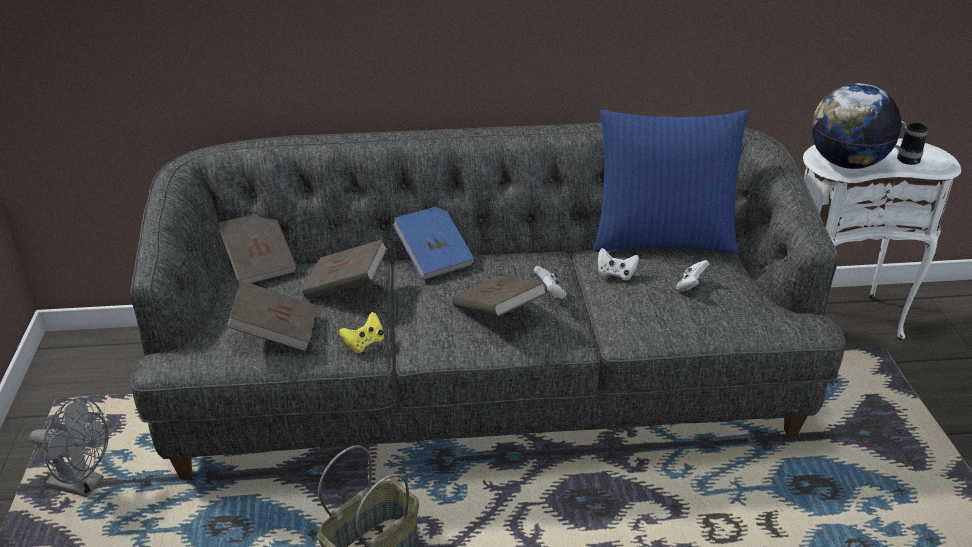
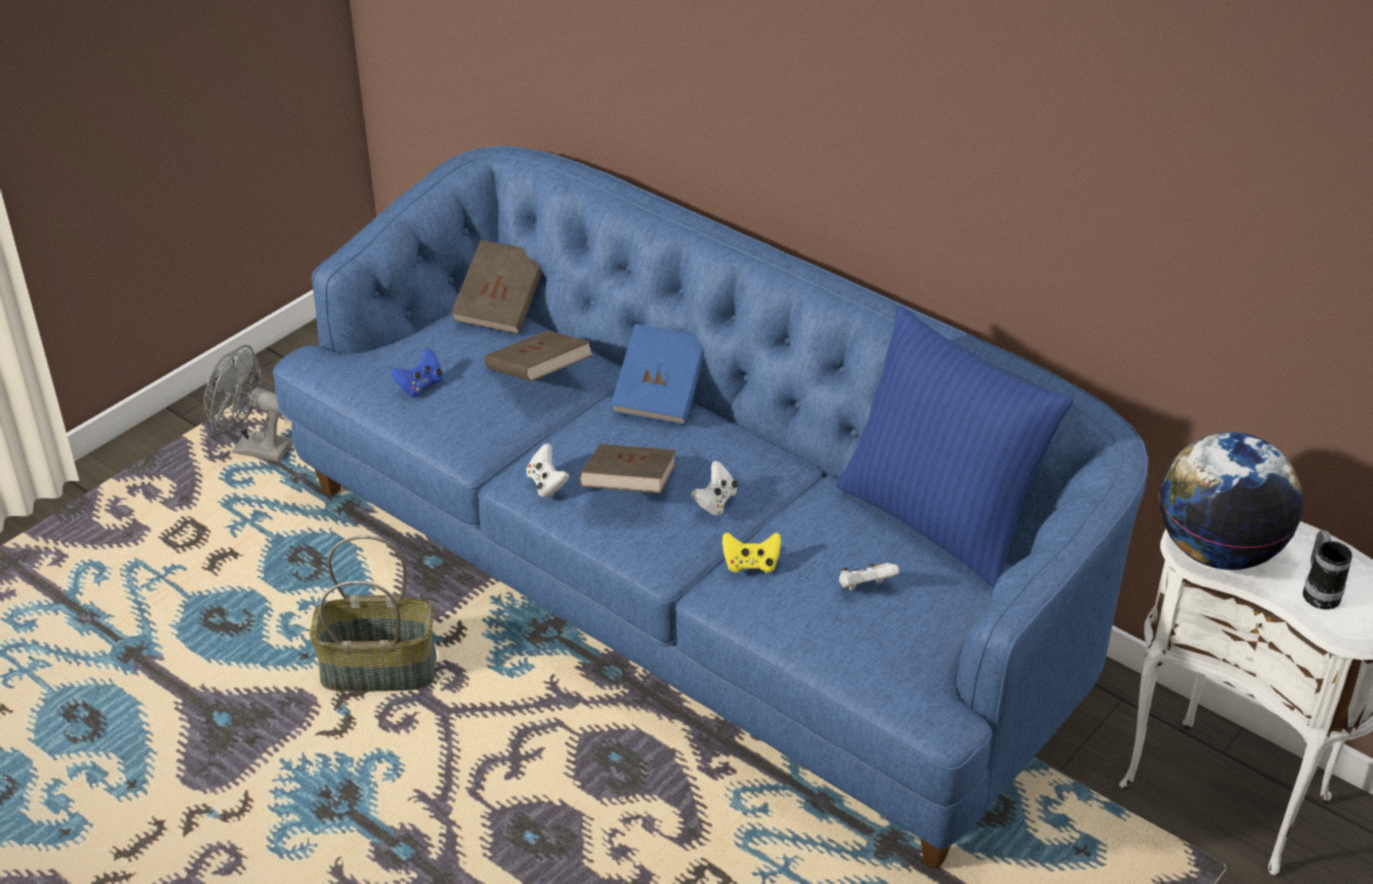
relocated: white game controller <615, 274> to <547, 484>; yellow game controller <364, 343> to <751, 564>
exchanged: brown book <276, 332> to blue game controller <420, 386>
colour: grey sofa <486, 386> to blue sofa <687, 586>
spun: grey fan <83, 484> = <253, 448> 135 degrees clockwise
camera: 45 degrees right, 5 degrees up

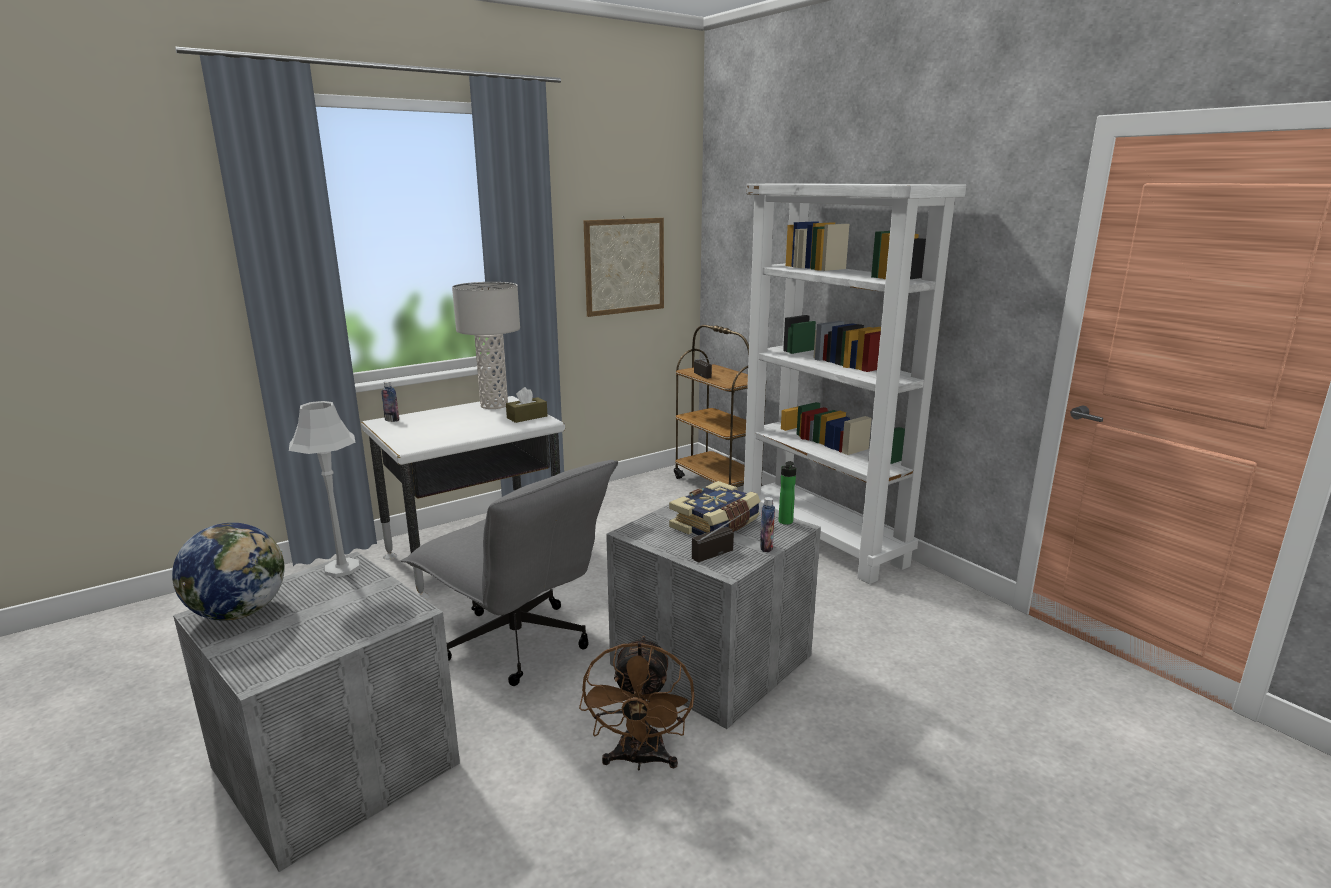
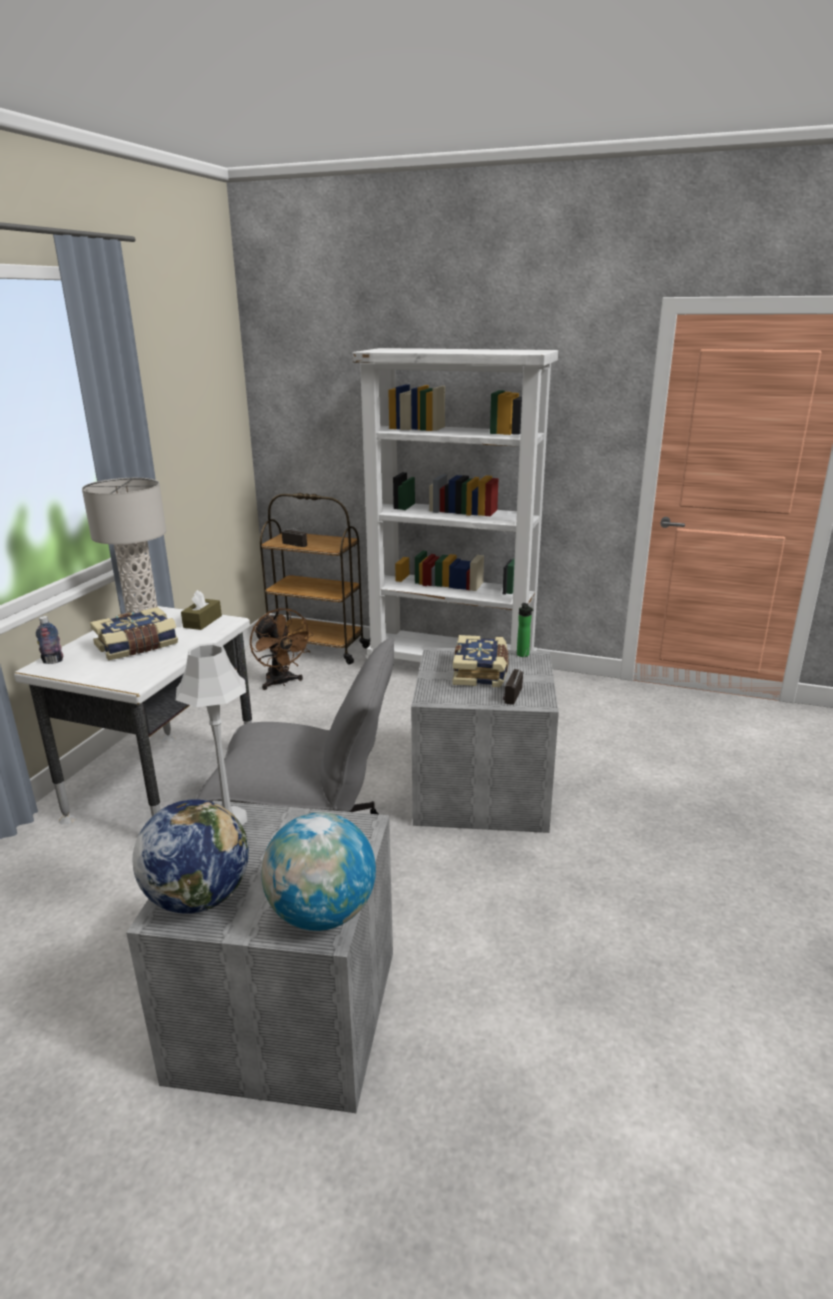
missing: picture <624, 265>; bottle <766, 547>
appeared: book <137, 646>; globe <322, 914>
relocated: brown fan <640, 760> to <281, 683>
camera: 35 degrees left, 5 degrees up

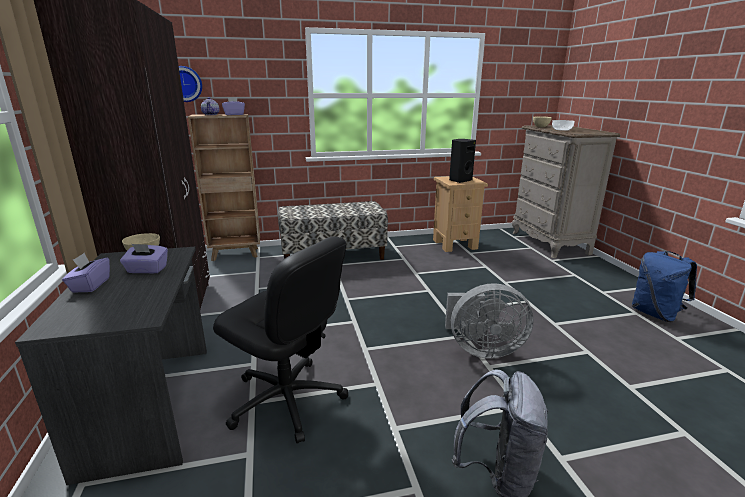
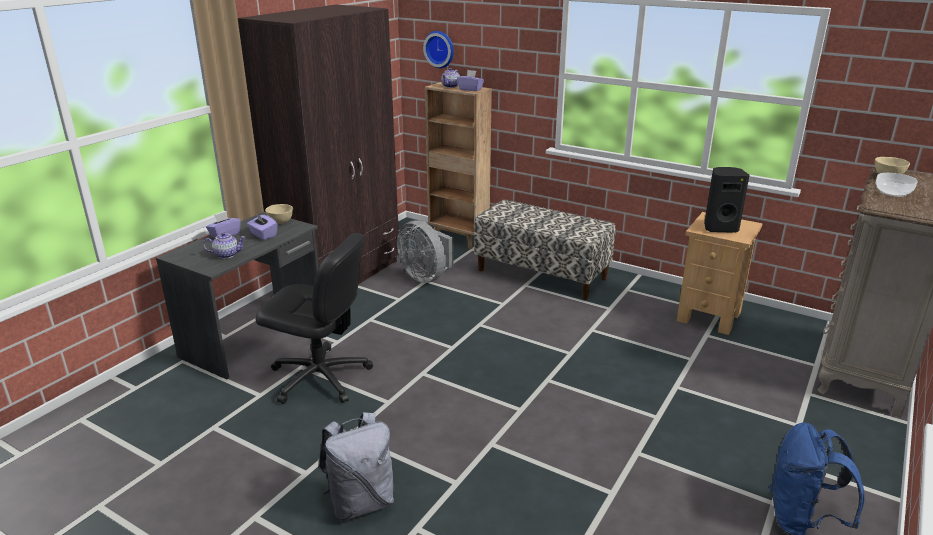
appeared: teapot <226, 255>
relocated: grey fan <482, 349> to <426, 276>
spun: black office chair <287, 400> = <320, 377> 60 degrees counterclockwise
camera: 45 degrees right, 5 degrees up

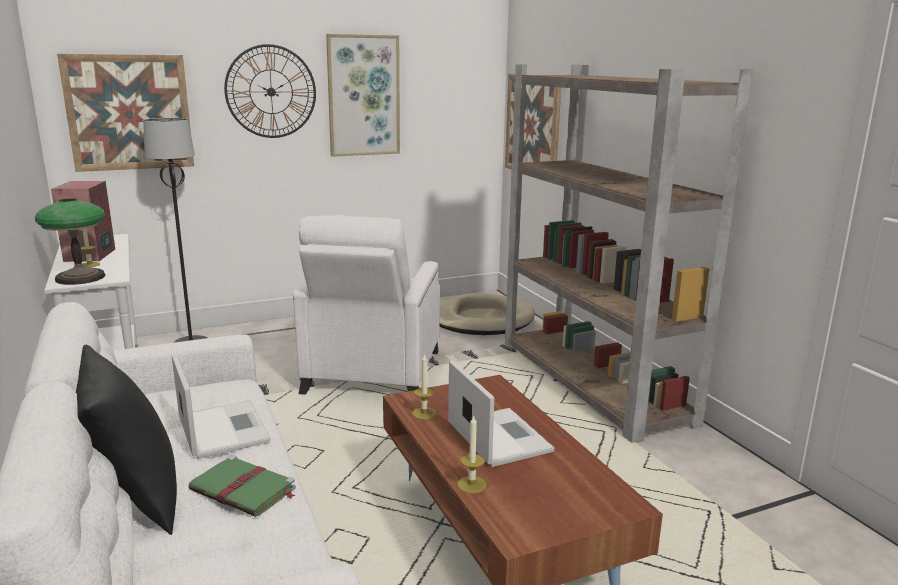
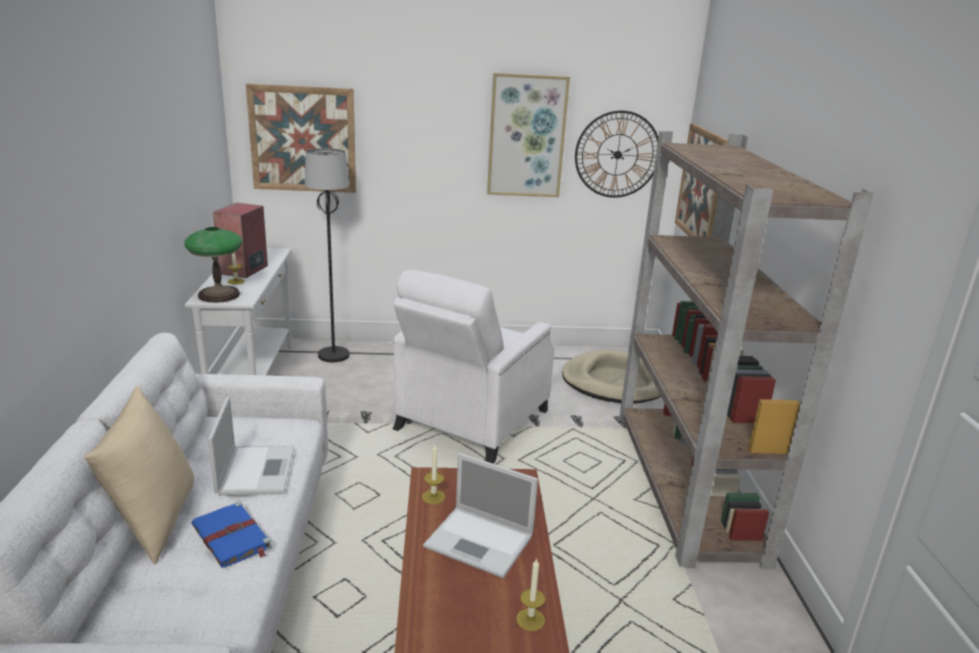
relocated: candle <471, 484> to <530, 619>; wall clock <271, 91> to <617, 154>
colour: black pillow <136, 497> to beige pillow <154, 521>; green book <244, 490> to blue book <232, 538>
spun: laptop <497, 437> = <481, 542> 120 degrees clockwise
camera: 20 degrees right, 5 degrees up

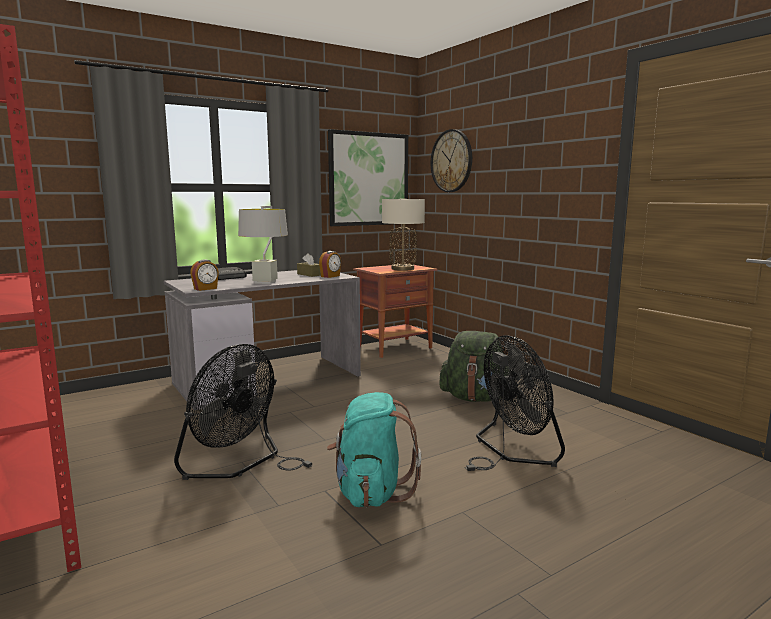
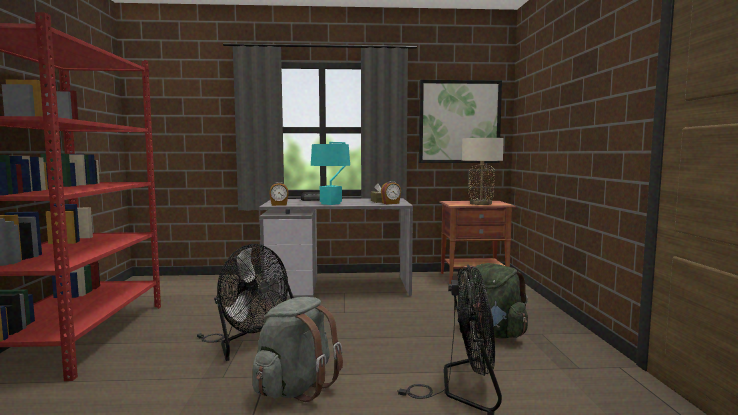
missing: wall clock <451, 161>
colour: turquoise backpack <371, 492> to grey backpack <296, 388>; grey table lamp <265, 282> to turquoise table lamp <331, 204>
spun: black fan <248, 460> = <247, 340> 150 degrees clockwise
camera: 30 degrees right, 5 degrees down

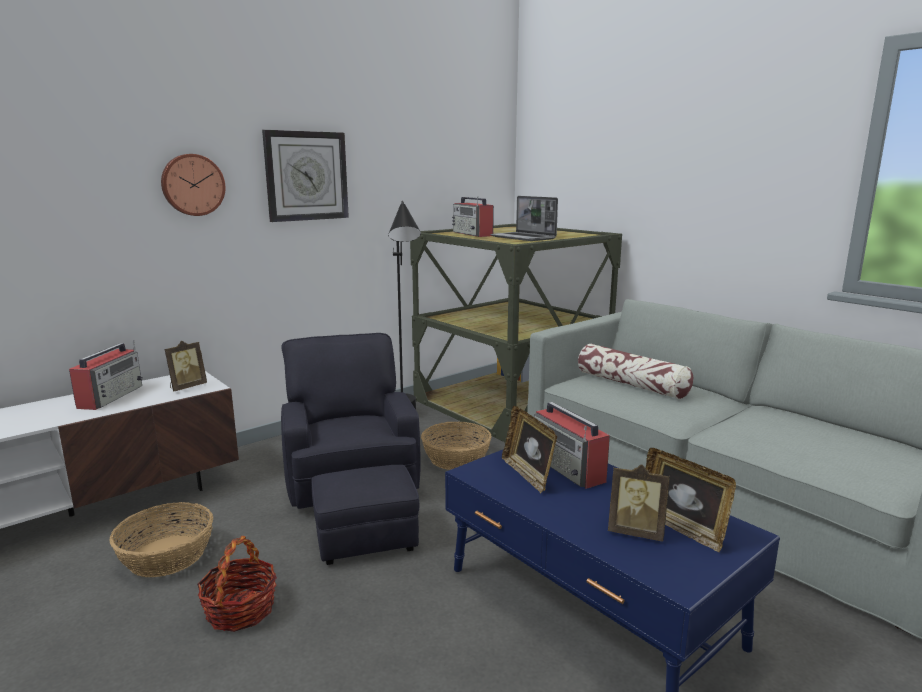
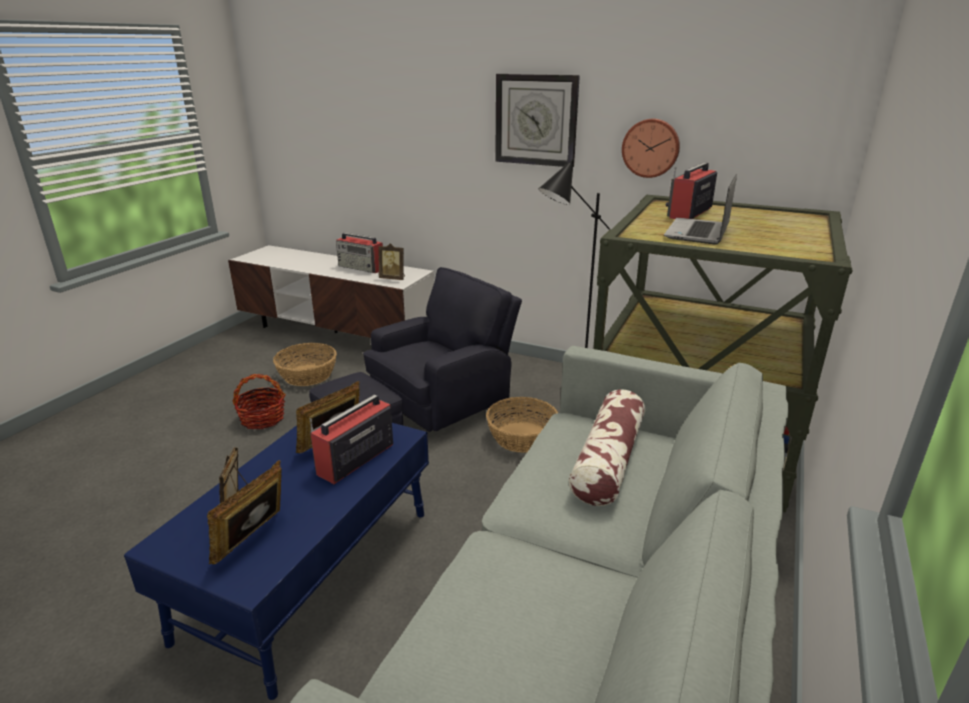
relocated: wall clock <192, 185> to <651, 148>
spun: radio <111, 396> = <361, 268> 45 degrees clockwise
camera: 65 degrees right, 10 degrees up

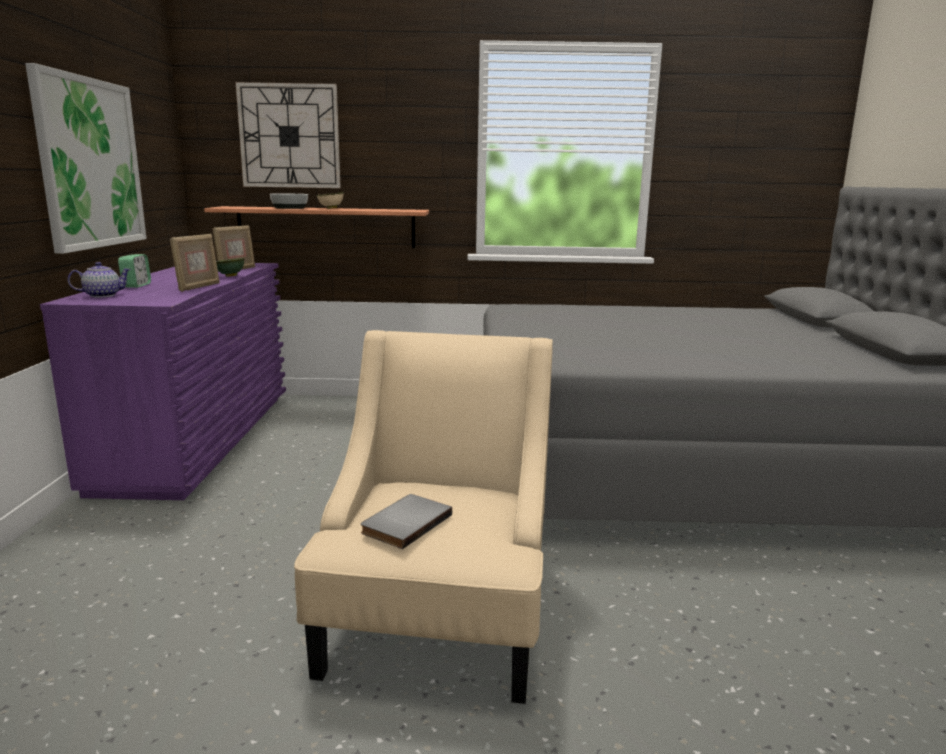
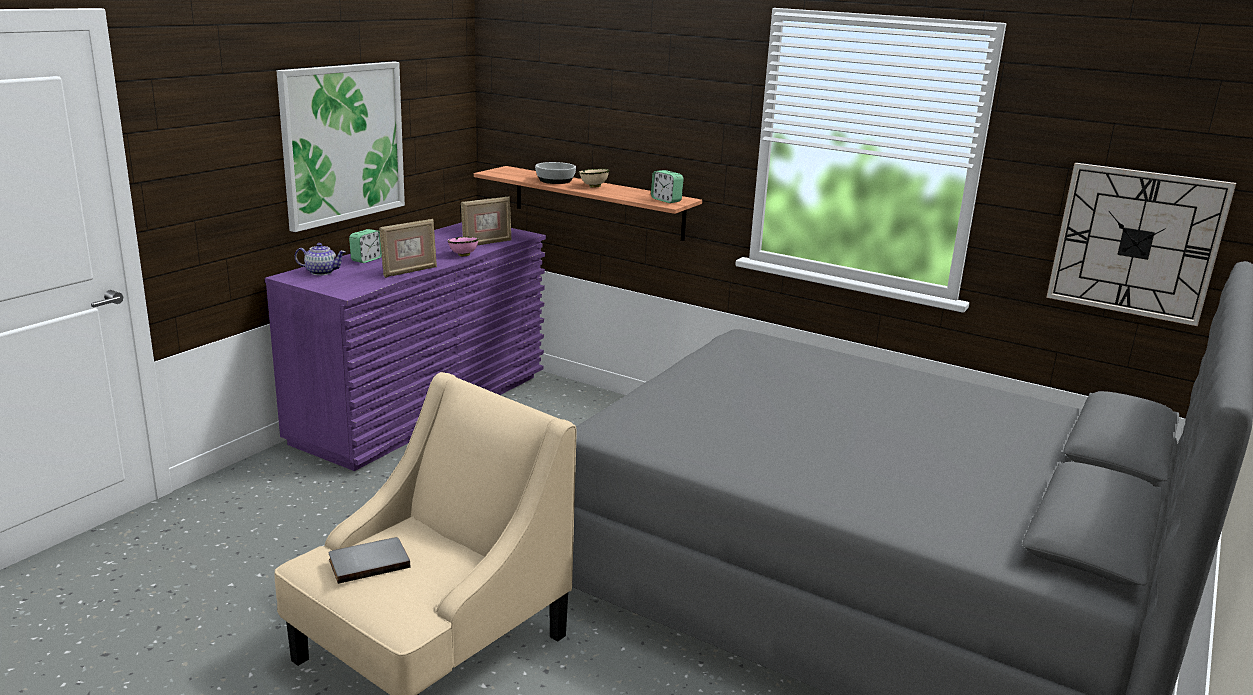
appeared: alarm clock <666, 200>
relocated: wall clock <289, 136> to <1136, 242>
colour: green bowl <230, 276> to pink bowl <463, 255>
camera: 30 degrees right, 5 degrees up

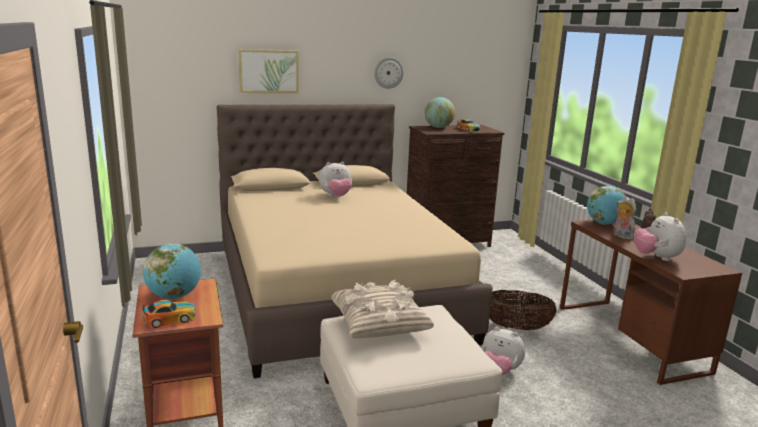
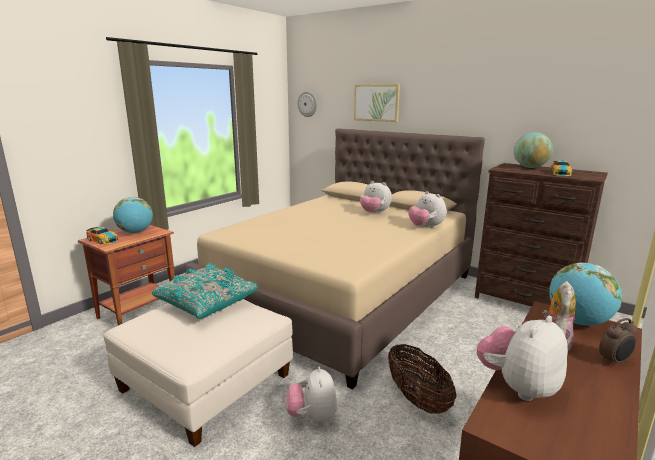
appeared: plush toy <426, 227>
relocated: wall clock <388, 72> to <307, 104>
colour: beige pillow <379, 326> to turquoise pillow <207, 304>
camera: 55 degrees right, 0 degrees up

